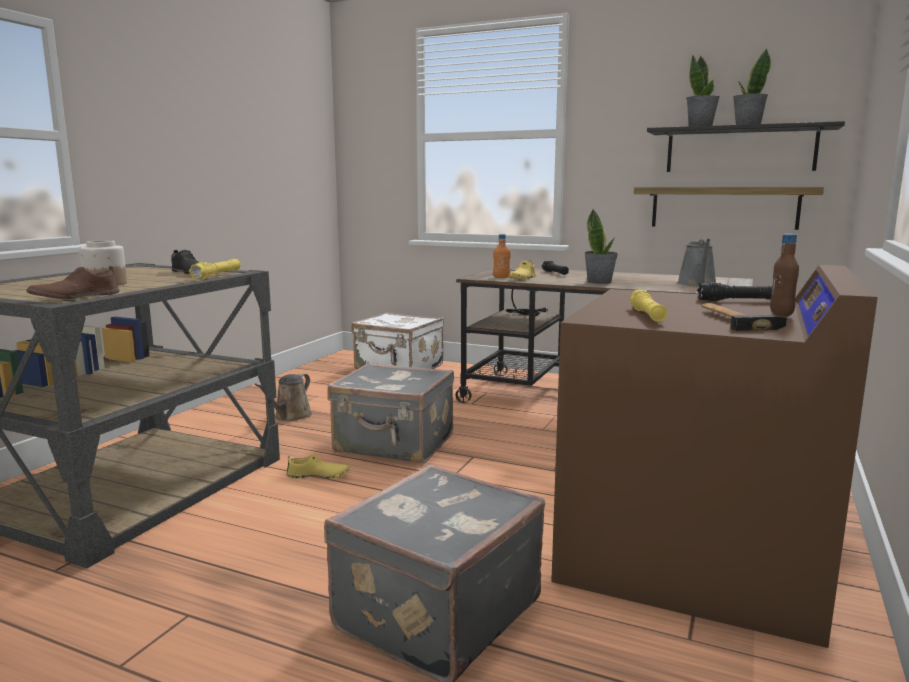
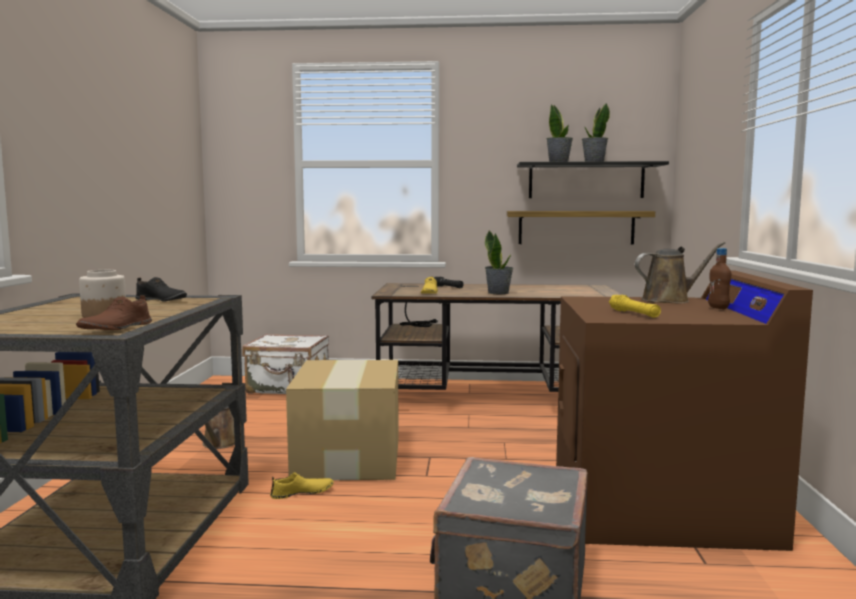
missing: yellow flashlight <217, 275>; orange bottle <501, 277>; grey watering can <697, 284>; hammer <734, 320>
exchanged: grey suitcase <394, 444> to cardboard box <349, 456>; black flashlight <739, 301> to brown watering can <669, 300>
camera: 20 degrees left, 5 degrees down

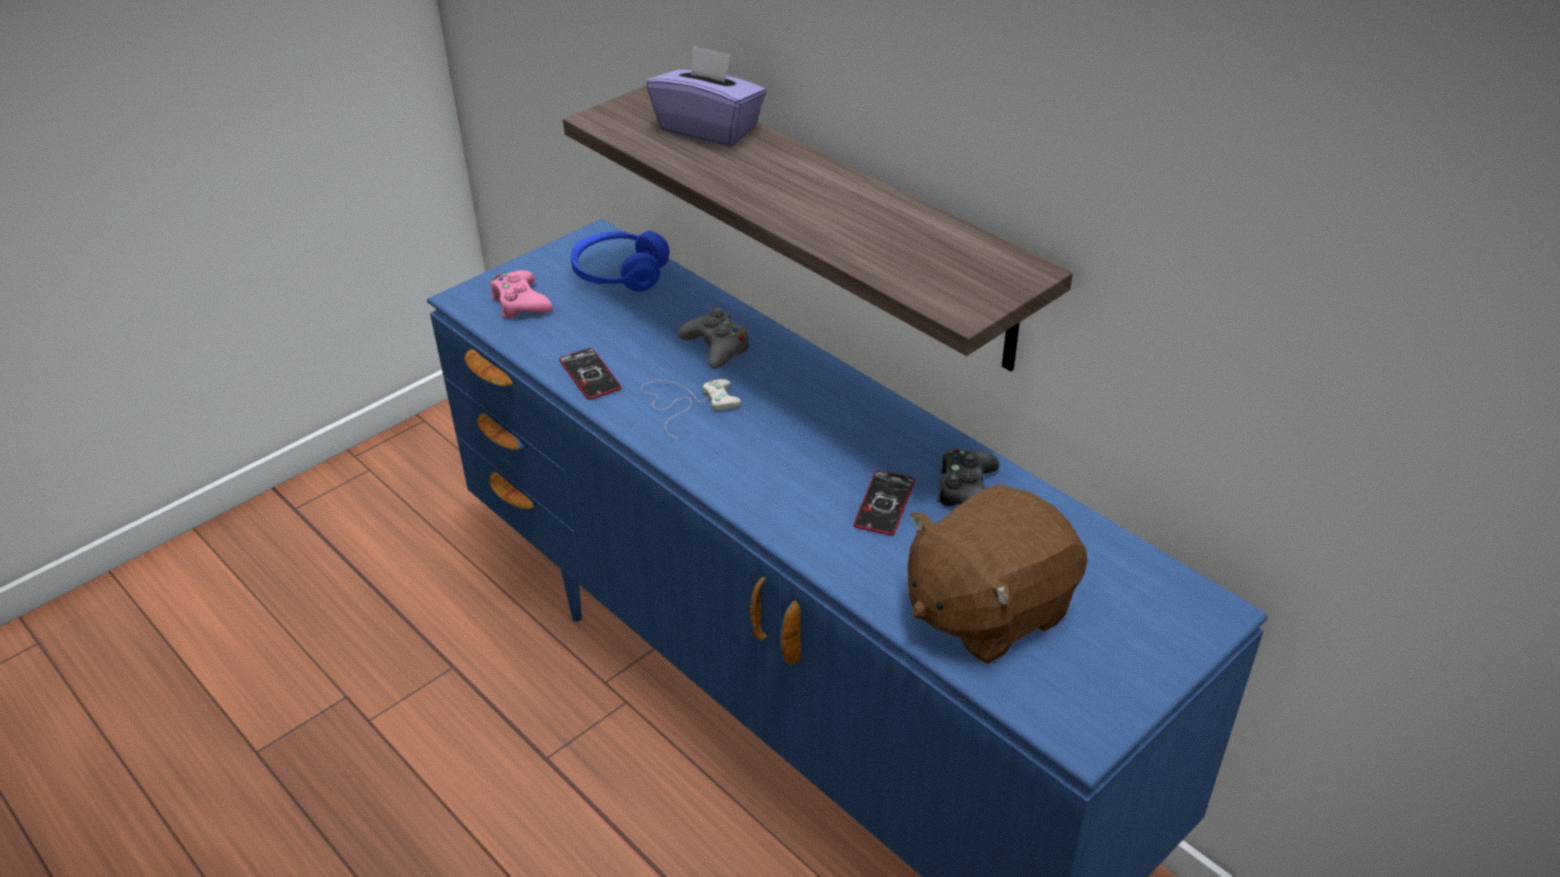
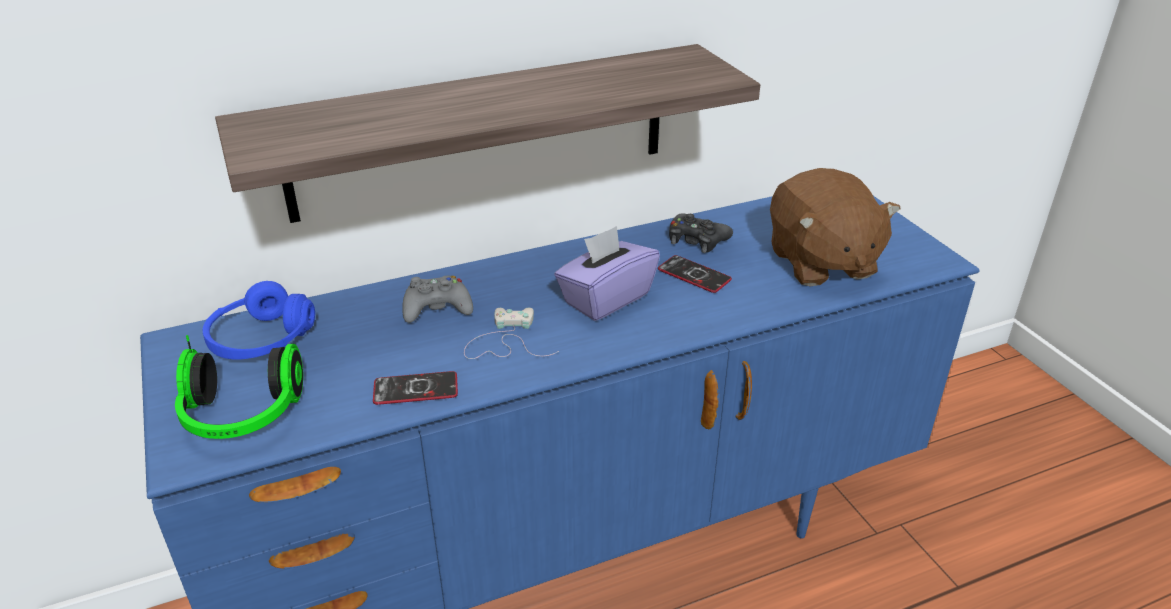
relocated: purple tissue box <709, 129> to <606, 298>
exchanged: pink game controller <520, 303> to headphones <242, 416>
camera: 70 degrees left, 5 degrees down

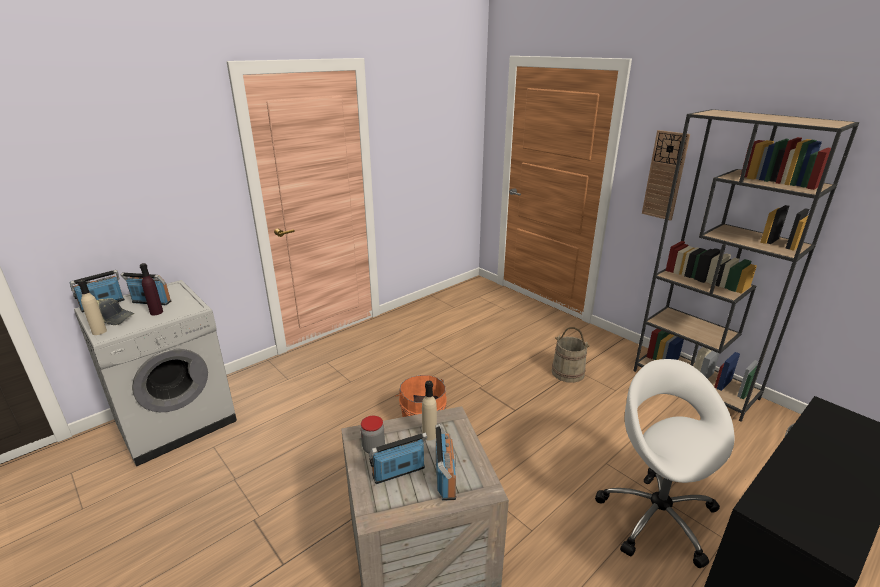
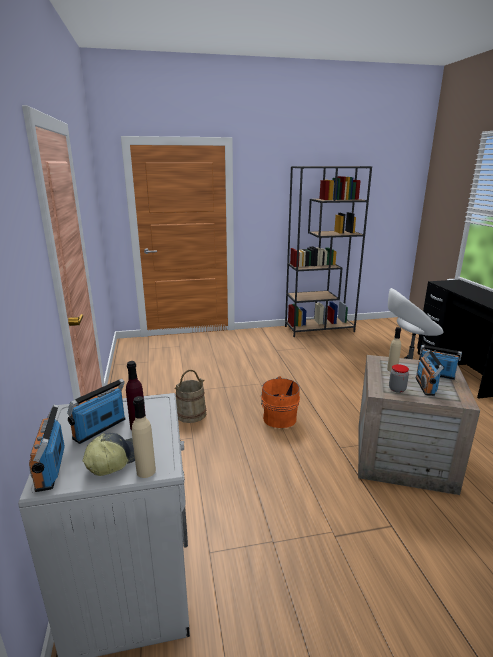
missing: wall clock <665, 175>
relocated: beige bucket <568, 372> to <191, 414>
camera: 60 degrees left, 5 degrees down

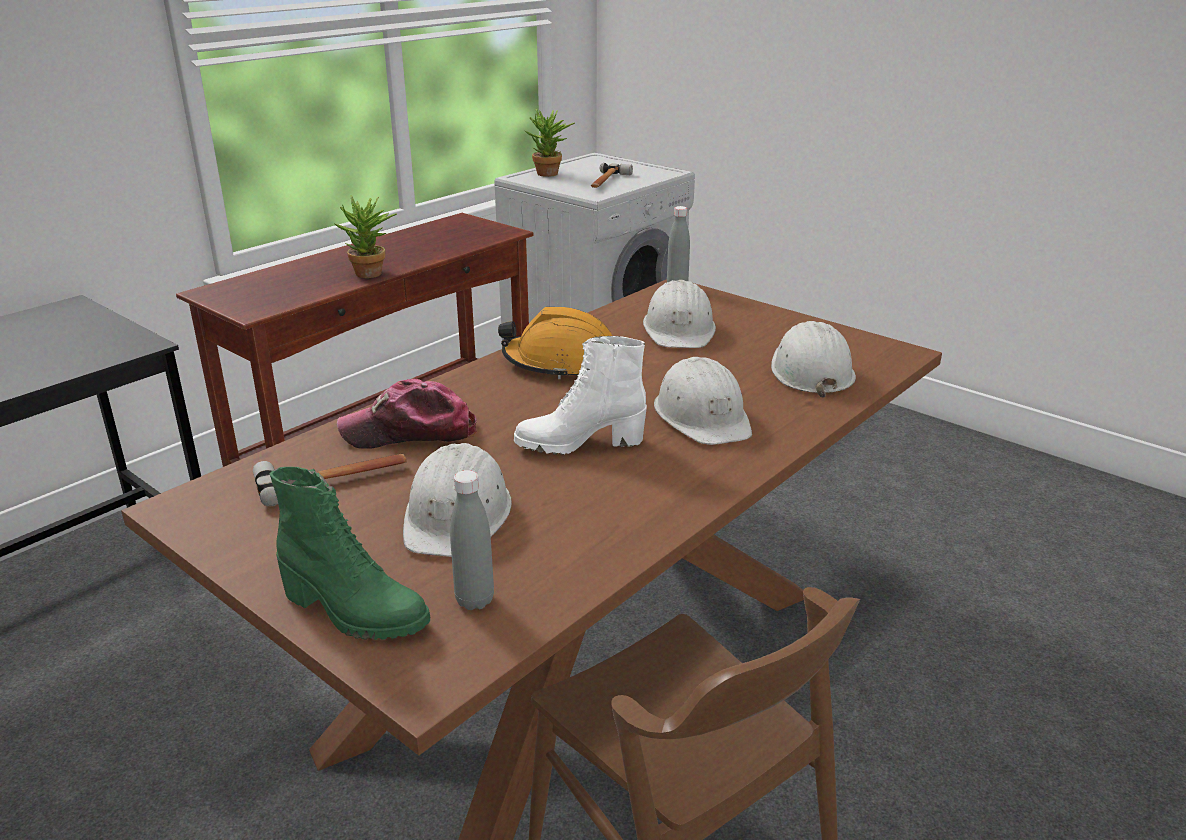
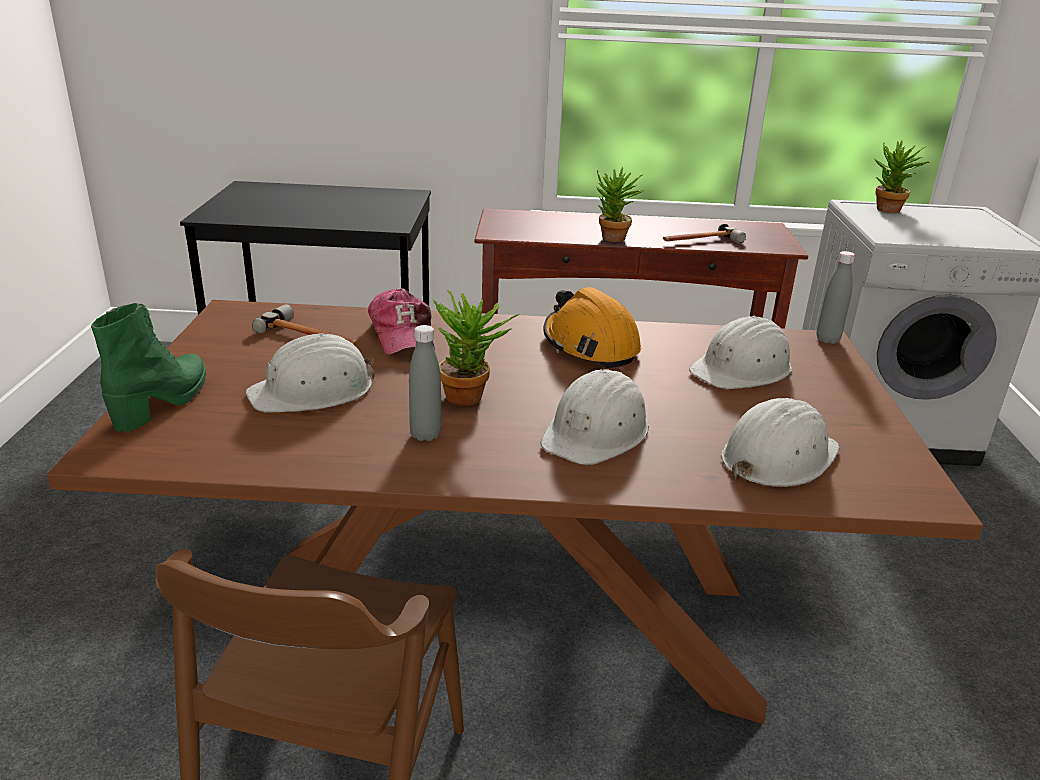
relocated: grey bottle <474, 600> to <425, 435>; hammer <607, 182> to <700, 241>
exchanged: white boot <579, 443> to potted plant <472, 397>
spun: green boot <353, 613> = <163, 402> 150 degrees counterclockwise; cap <410, 432> = <403, 335> 150 degrees counterclockwise
camera: 50 degrees right, 0 degrees up

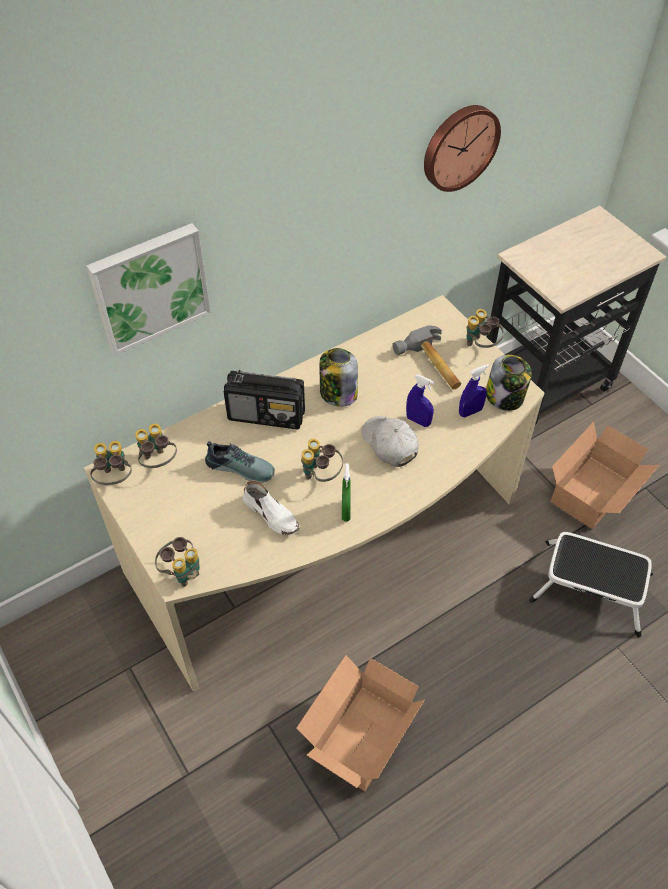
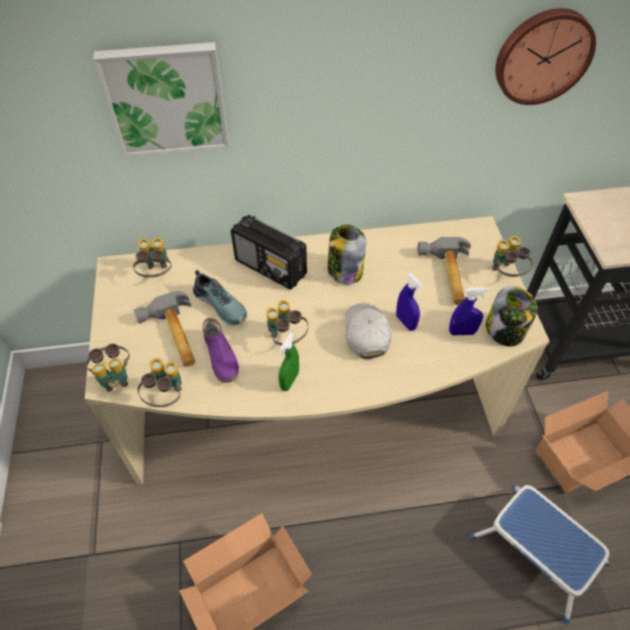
appeared: hammer <173, 336>
relocated: binoculars <115, 478> to <166, 397>
colour: white shoe <271, 514> to purple shoe <221, 357>; black step ladder <591, 588> to blue step ladder <538, 551>
camera: 25 degrees right, 0 degrees up

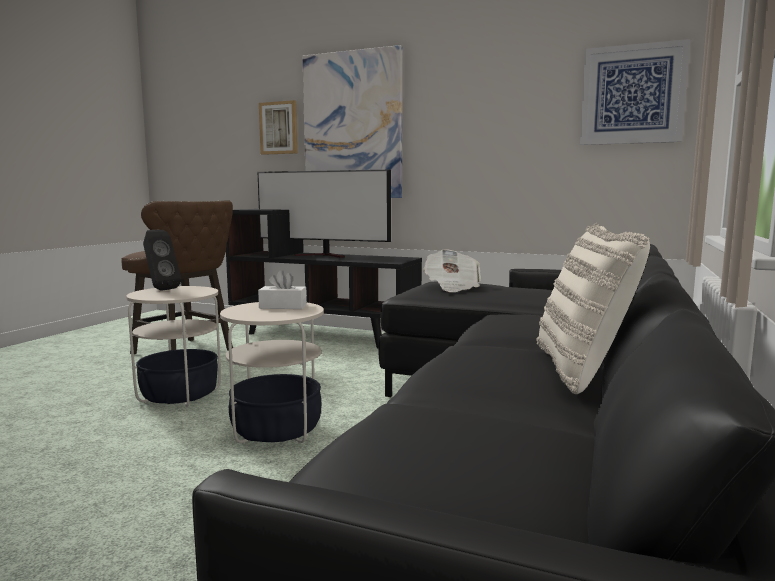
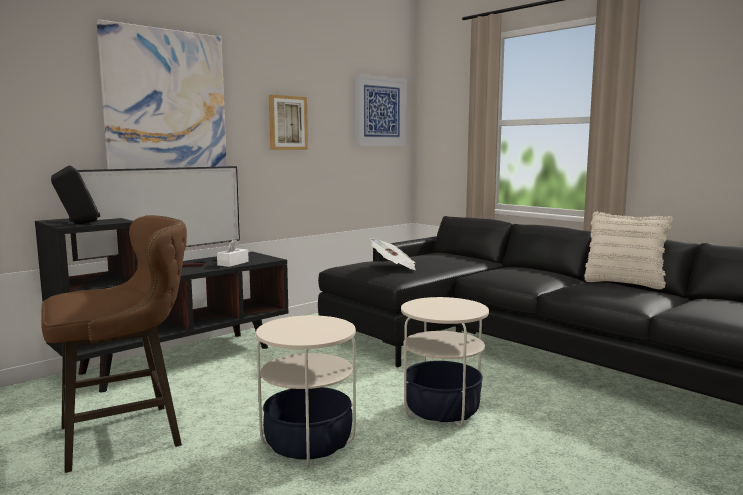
relocated: black speaker <160, 290> to <78, 224>; white tissue box <283, 306> to <233, 263>; picture <279, 128> to <287, 123>
camera: 65 degrees left, 0 degrees up

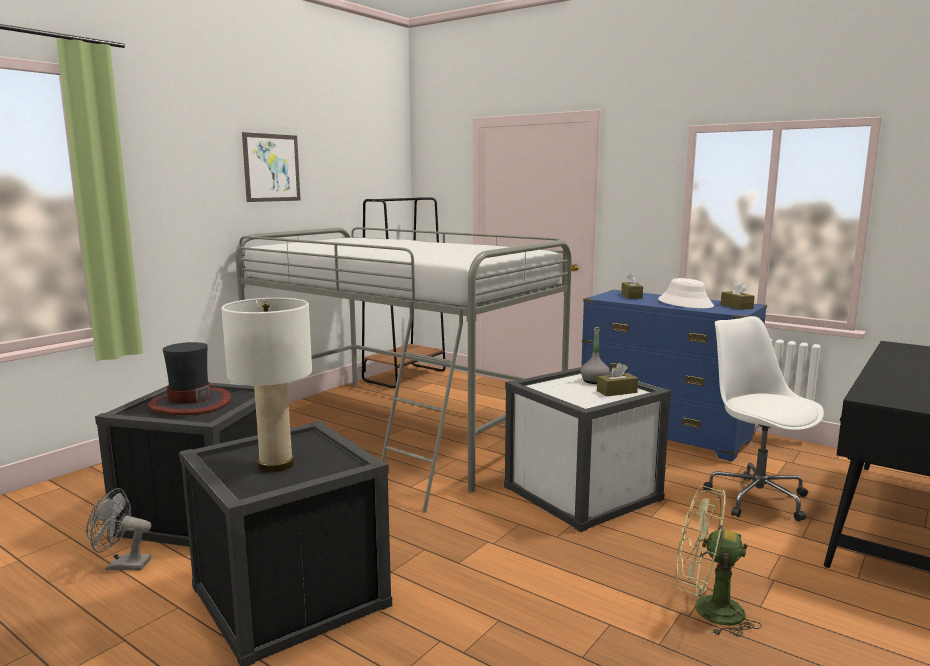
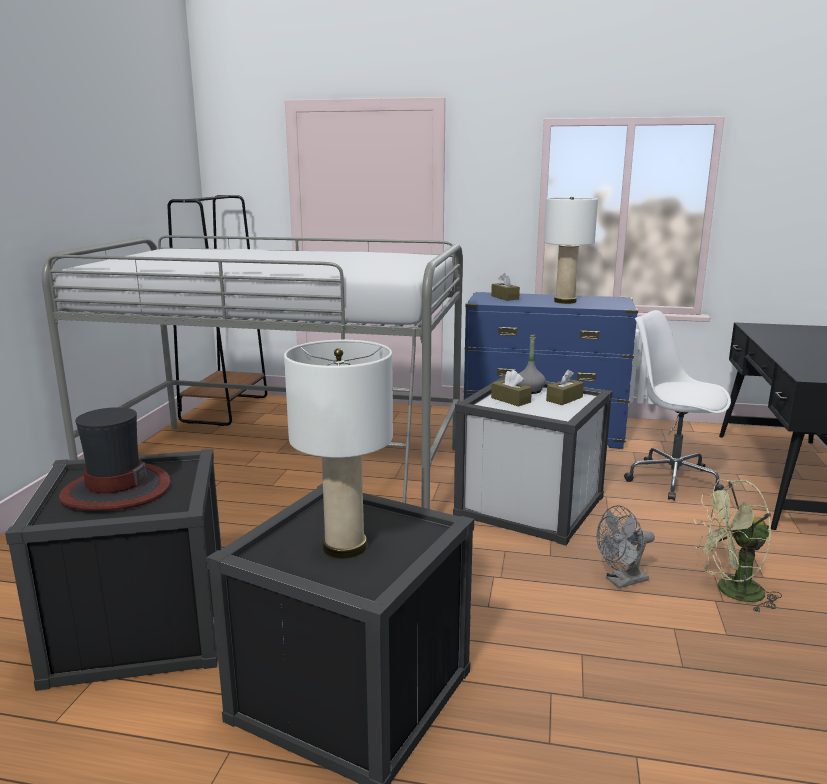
missing: picture <272, 168>
relocated: brown tissue box <736, 306> to <510, 400>; grey fan <122, 565> to <621, 581>
exchanged: white hat <685, 303> to white table lamp <565, 301>
camera: 25 degrees left, 5 degrees up

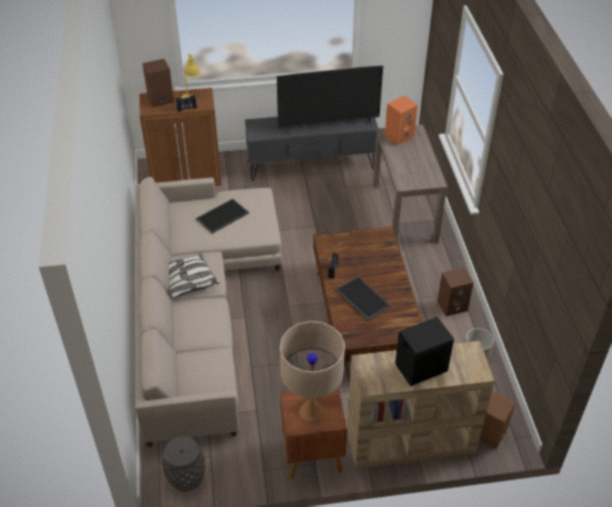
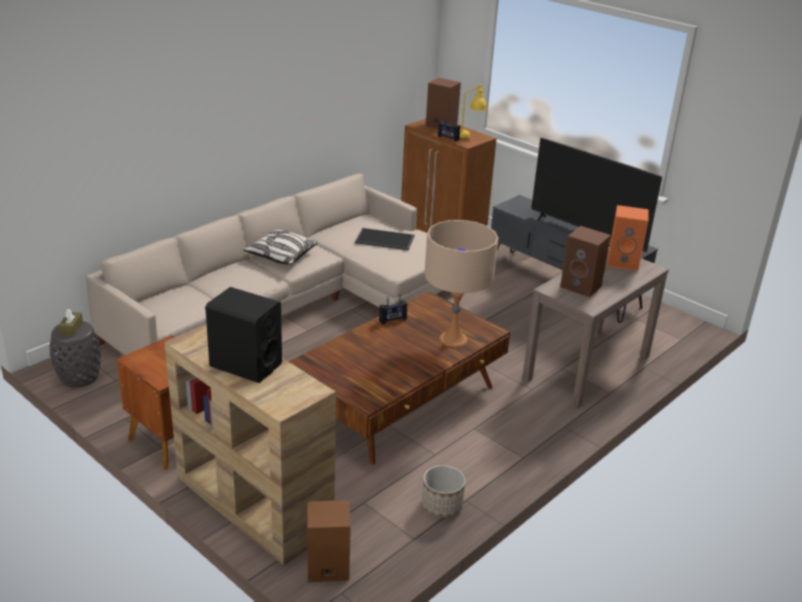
missing: tray <361, 298>
appeared: brown tissue box <71, 328>
relocated: beige table lamp <311, 411> to <453, 339>; brown speaker <452, 305> to <582, 286>
camera: 50 degrees right, 15 degrees down

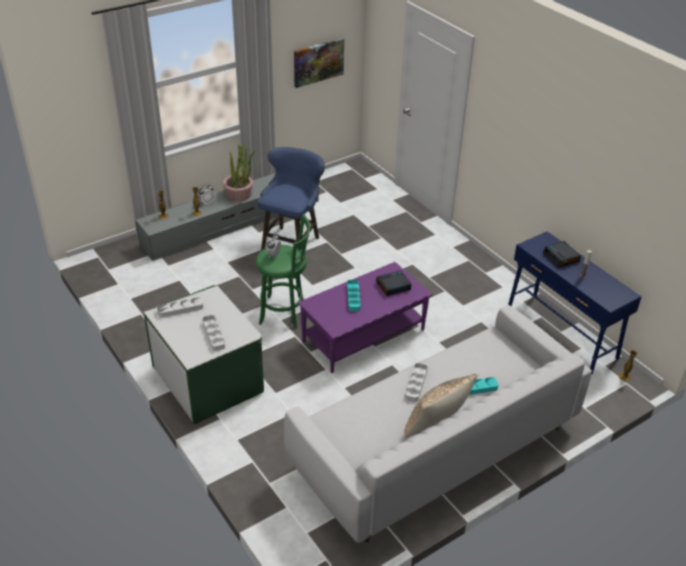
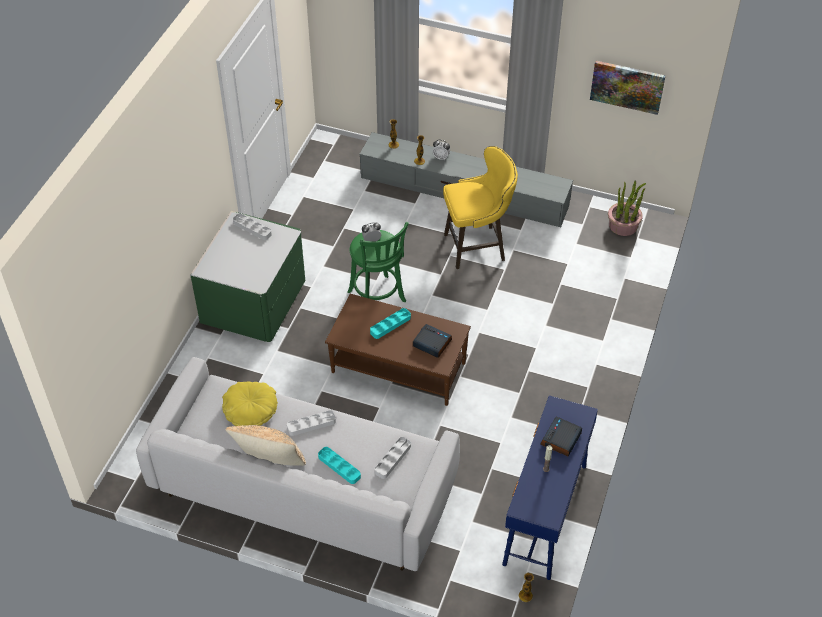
appeared: yellow pillow <250, 410>
relocated: grey tray <213, 334> to <393, 459>; potted plant <239, 194> to <623, 226>
colour: purple coffee table <363, 336> to brown coffee table <397, 368>; blue stool <292, 242> to yellow stool <477, 246>
camera: 55 degrees right, 10 degrees up

